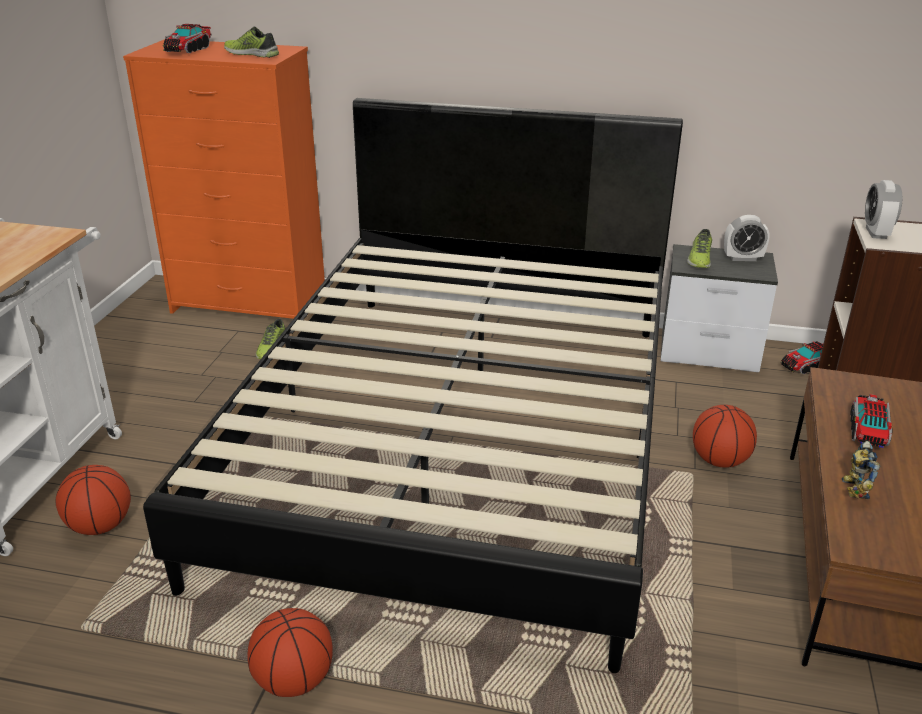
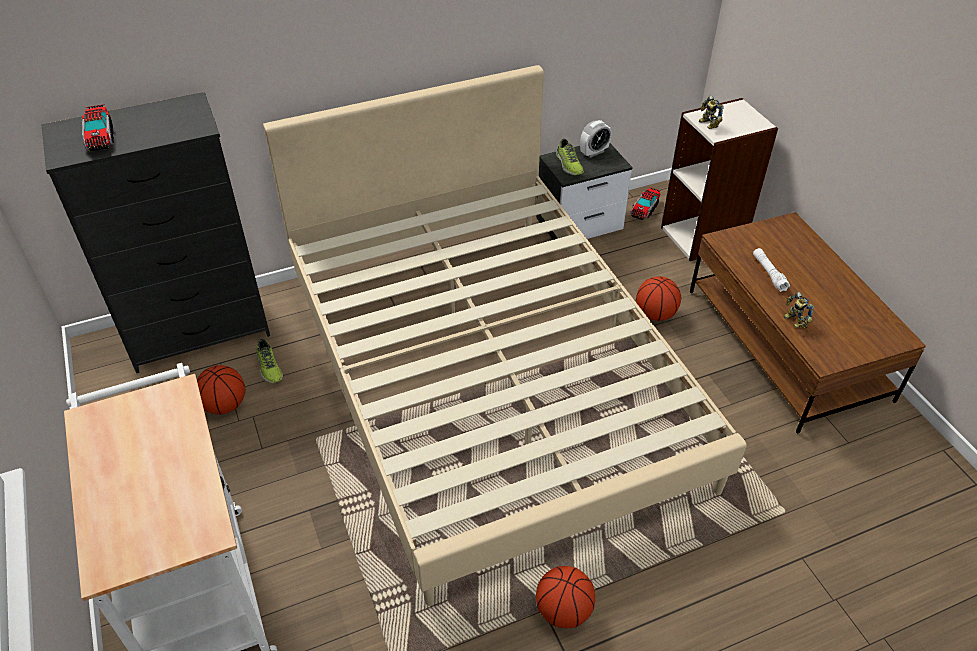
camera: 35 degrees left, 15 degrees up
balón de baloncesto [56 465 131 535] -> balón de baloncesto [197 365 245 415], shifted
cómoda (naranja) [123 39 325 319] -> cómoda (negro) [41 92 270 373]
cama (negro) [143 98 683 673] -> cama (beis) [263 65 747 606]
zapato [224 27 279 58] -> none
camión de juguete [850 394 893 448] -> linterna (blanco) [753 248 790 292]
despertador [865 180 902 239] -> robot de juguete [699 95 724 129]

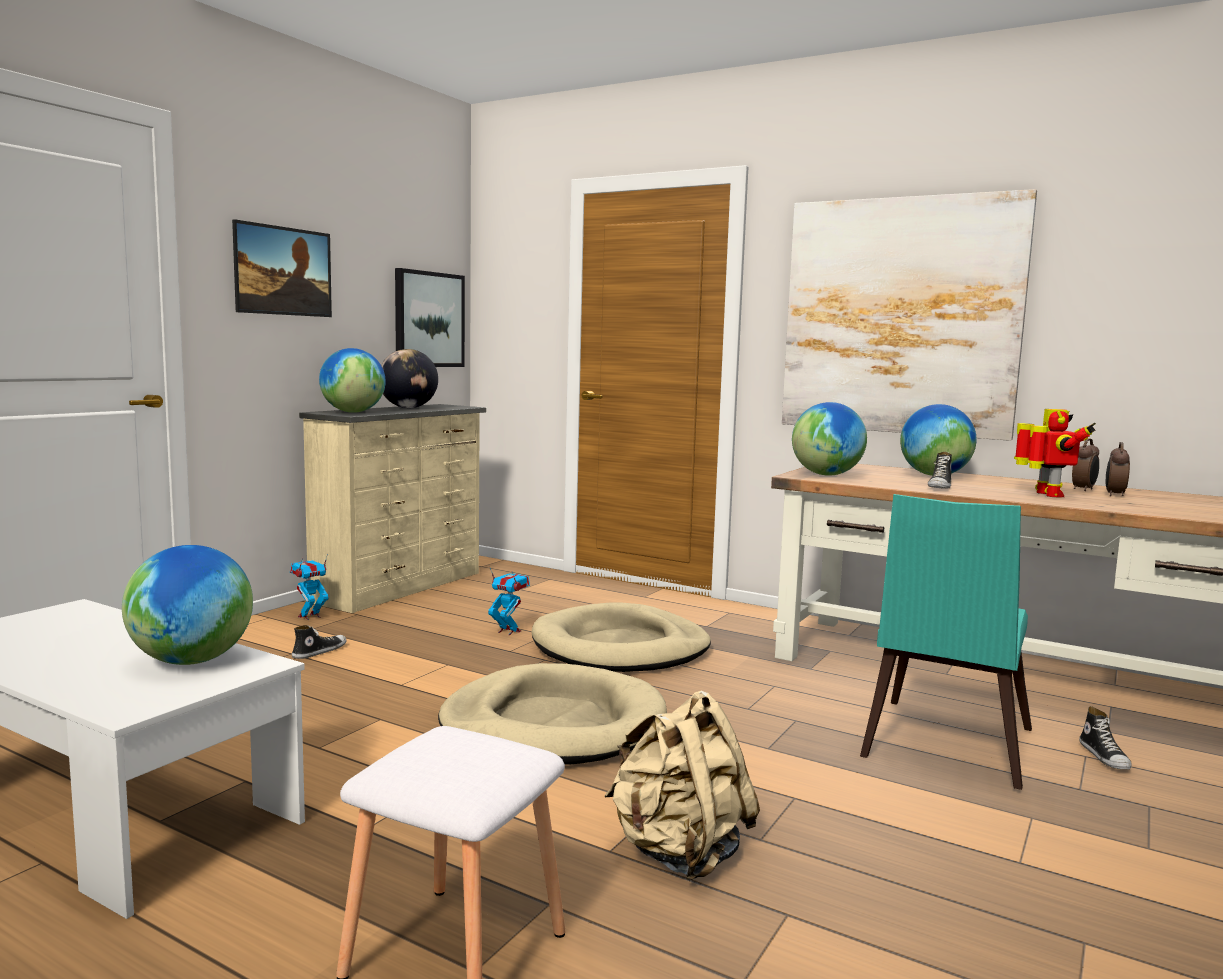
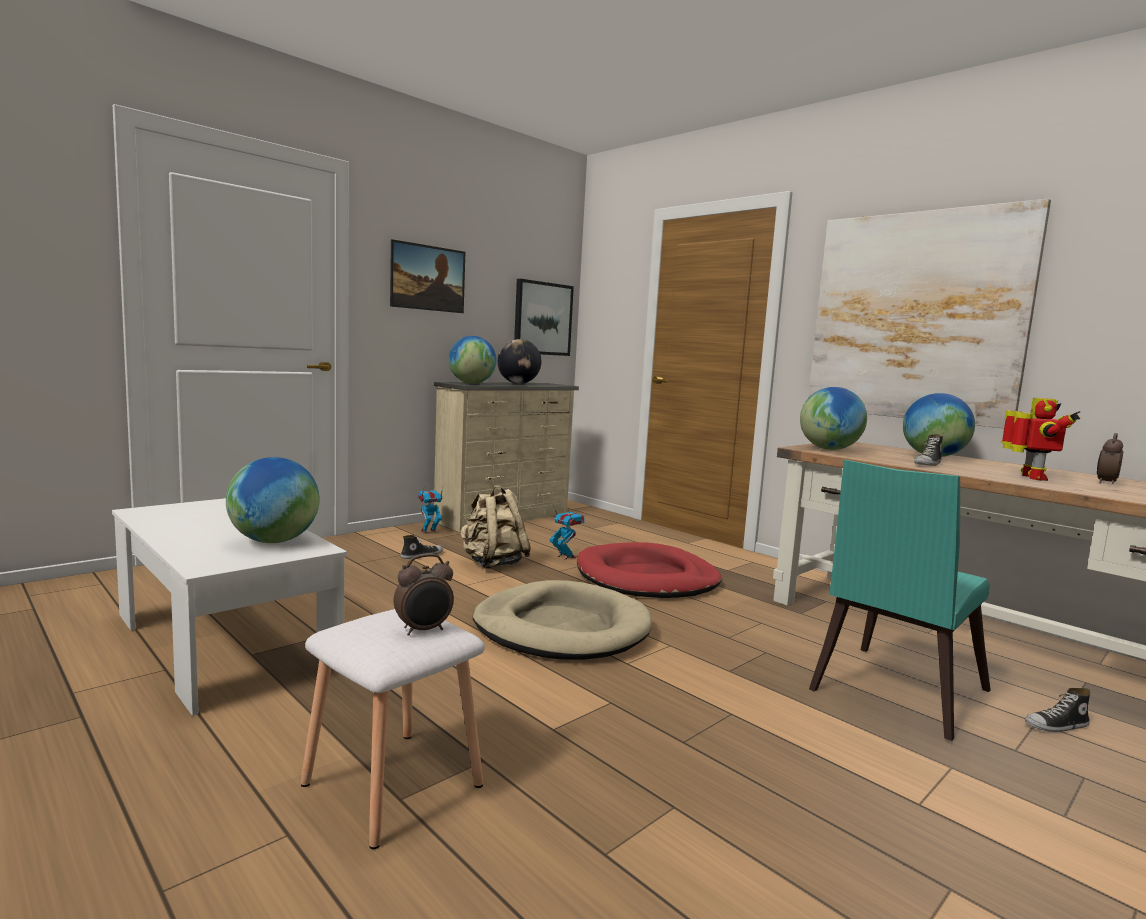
camera: 15 degrees right, 0 degrees up
cama para perro (beis) [532 603 711 672] -> cama para perro (rojo) [577 542 722 598]
mochila (beis) [605 691 760 881] -> mochila (beis) [460 485 531 569], shifted
despertador [1072 438 1099 491] -> despertador [393 554 454 636], shifted
zapato [1079 706 1132 770] -> zapato [1025 688 1091 732], 60 degrees clockwise

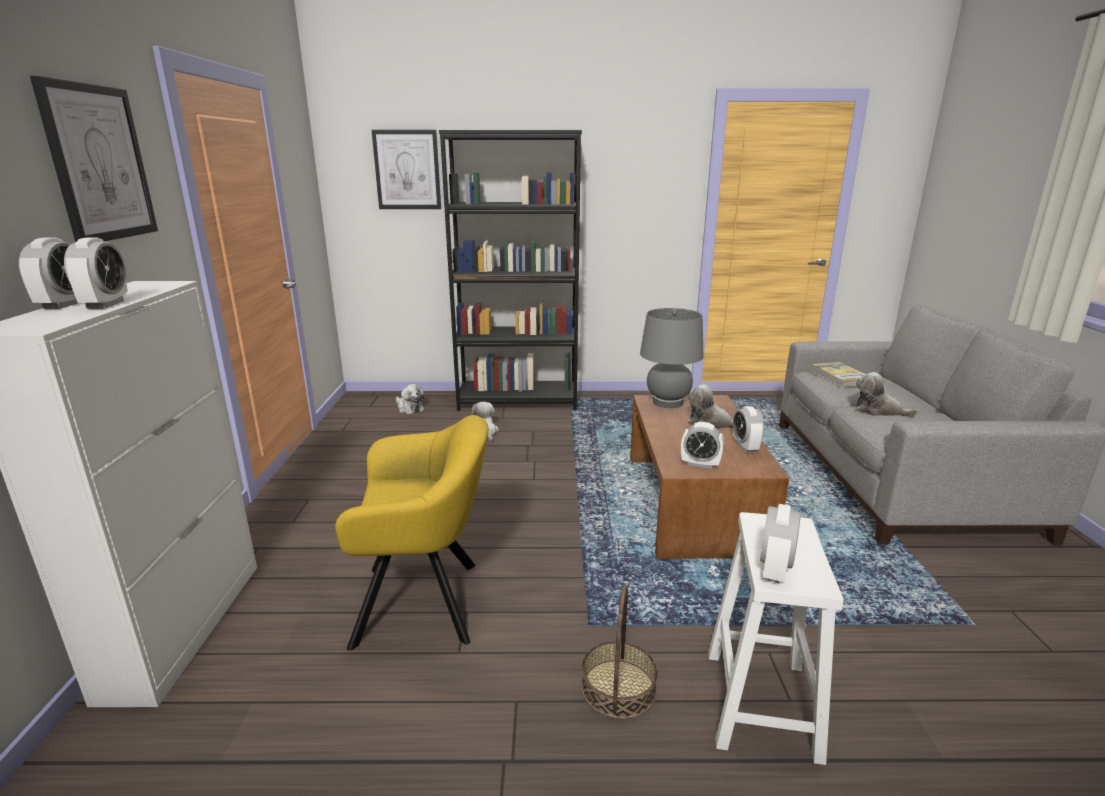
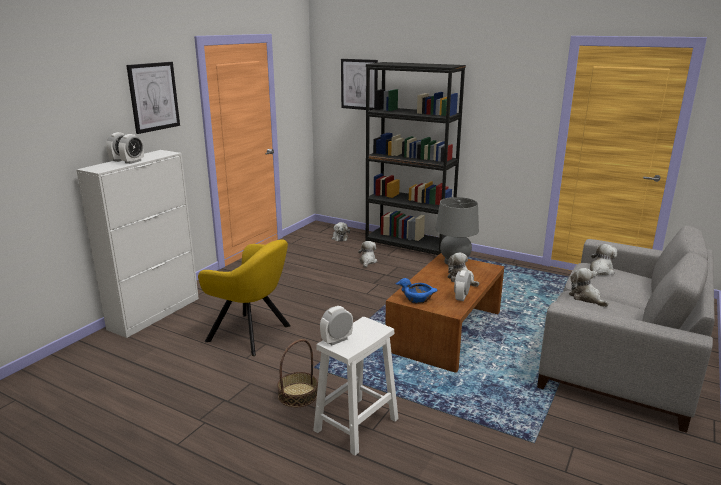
camera: 30 degrees right, 0 degrees up
despertador [681 422 724 469] -> cuenco (azul) [396 278 438 304]
libro [811 362 866 387] -> peluche [590 244 617 277]

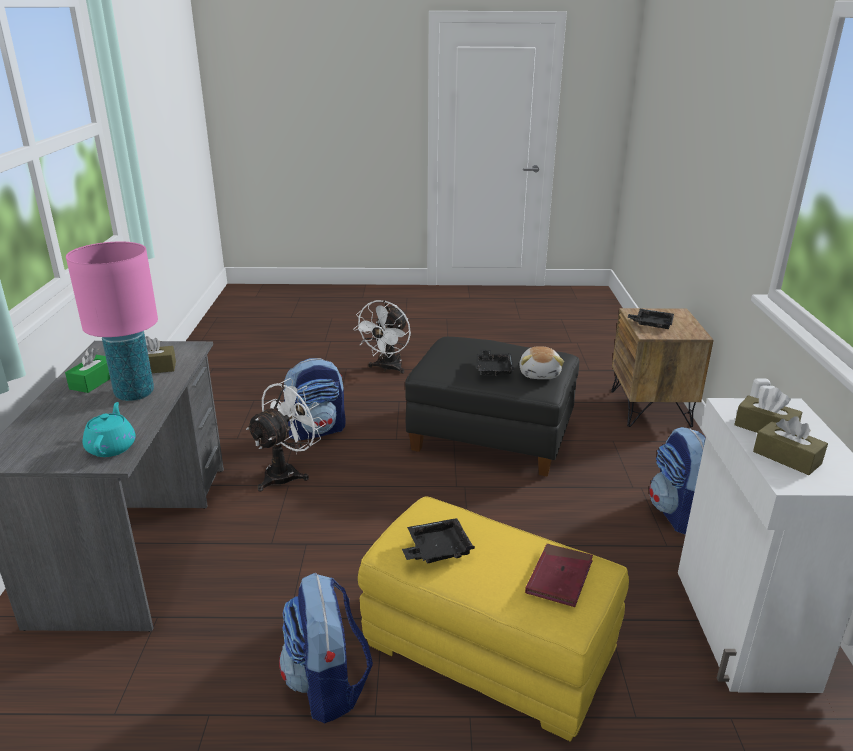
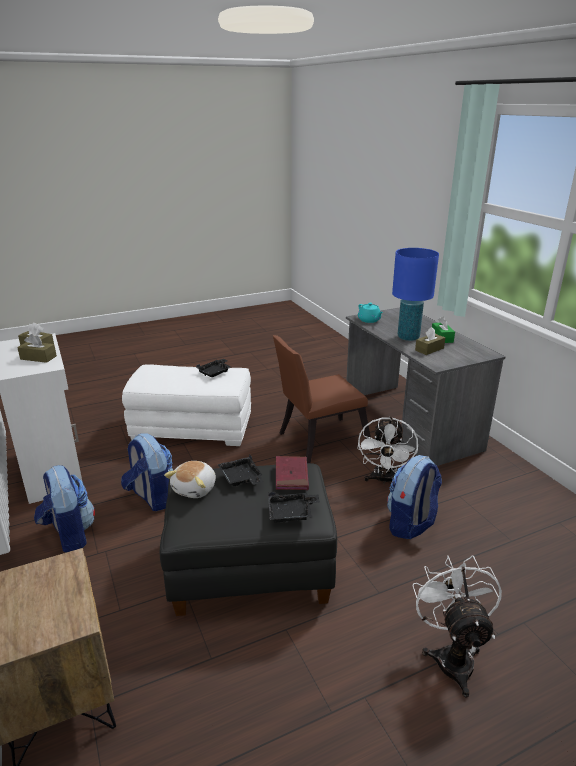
camera: 155 degrees right, 0 degrees up
lámpara de mesa (rosa) [66 242 158 401] -> lámpara de mesa (azul) [392 248 439 341]
mochila [279 572 373 723] -> mochila [121 433 174 511], shifted
puf (amarillo) [358 496 629 742] -> puf (blanco) [122 364 251 446]
peluche [519 346 564 379] -> peluche [164 461 216 498], 135 degrees counterclockwise
libro (rojo) [525 544 593 607] -> libro (rojo) [276 456 309 490], shifted
bandeja (negro) [627 309 674 329] -> bandeja (negro) [268 492 320 523], shifted
none -> silla (marrón) [273 335 373 463]

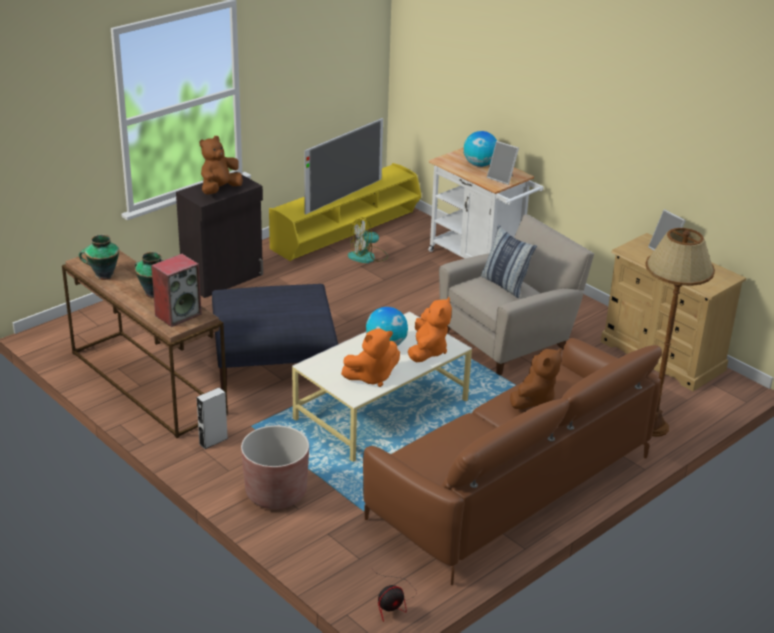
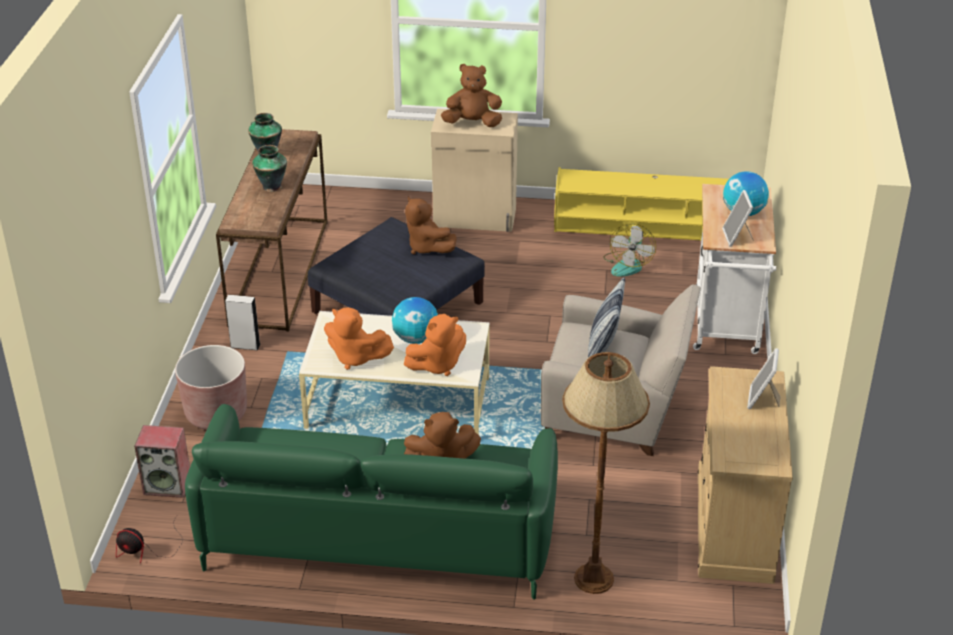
camera: 50 degrees right, 5 degrees up
altavoz [151 254 202 327] -> altavoz [134 425 190 498], shifted
armario (negro) [176 172 263 298] -> armario (beis) [431 109 518 232]
televisor [304 118 383 214] -> none
ventilador [348 217 388 263] -> ventilador [604 224 656 277], 105 degrees counterclockwise
sofá (marrón) [363 338 662 585] -> sofá (verde) [185 404 558 600]
none -> peluche (marrón) [405 196 457 254]

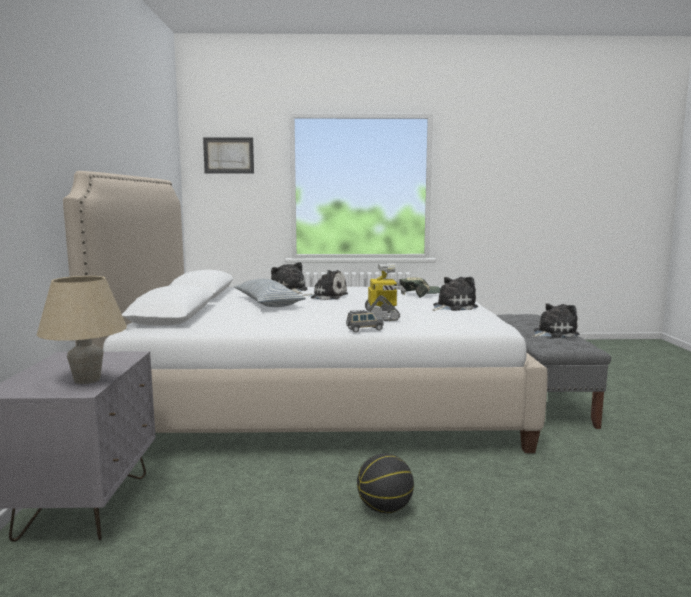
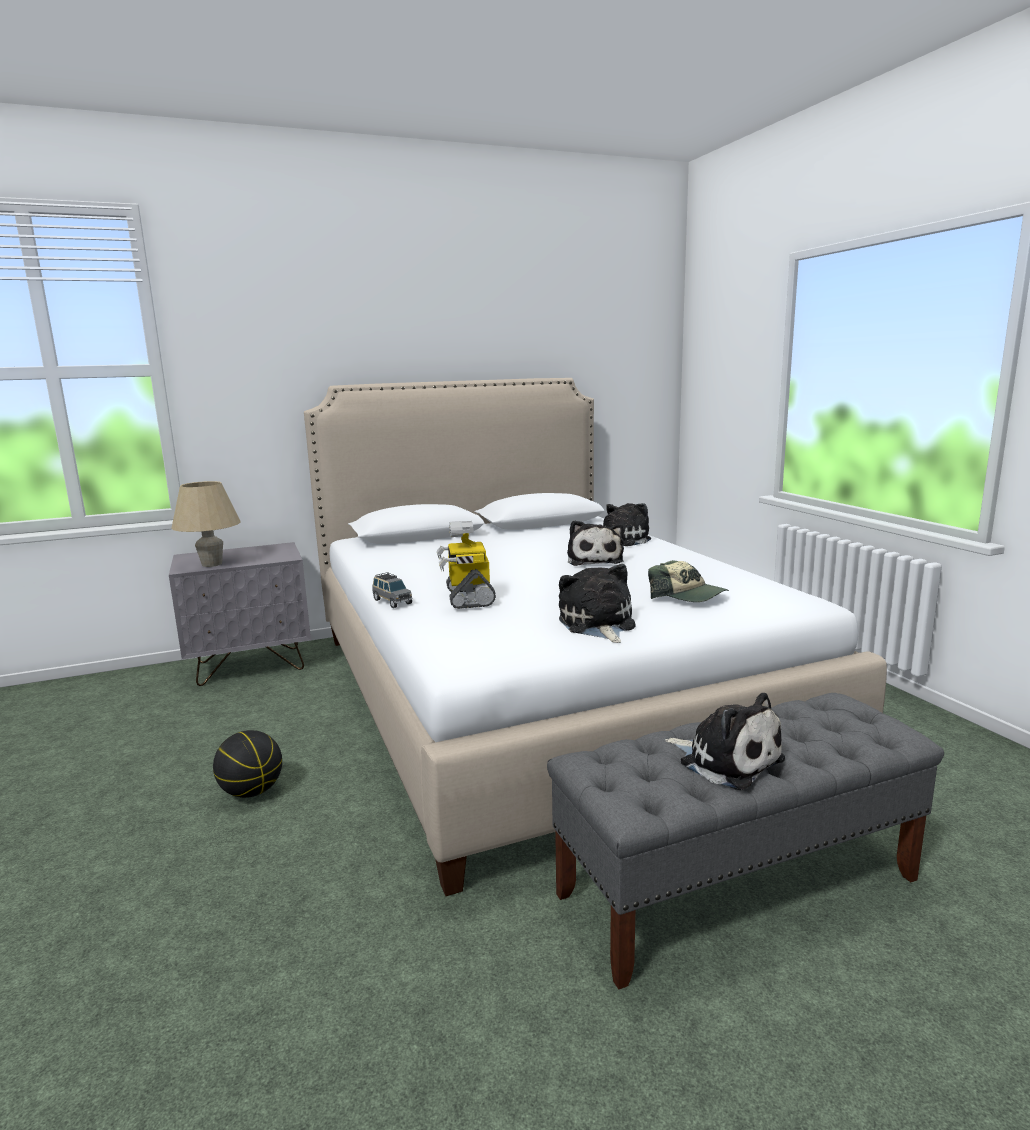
camera: 70 degrees right, 5 degrees up
cuadro [203 137 254 174] -> none
cojín [234 279 306 307] -> none
robot de juguete [365 263 406 321] -> robot de juguete [437 521 496 609], 105 degrees clockwise
peluche [432 277 478 311] -> peluche [559 564 635 643], 135 degrees counterclockwise

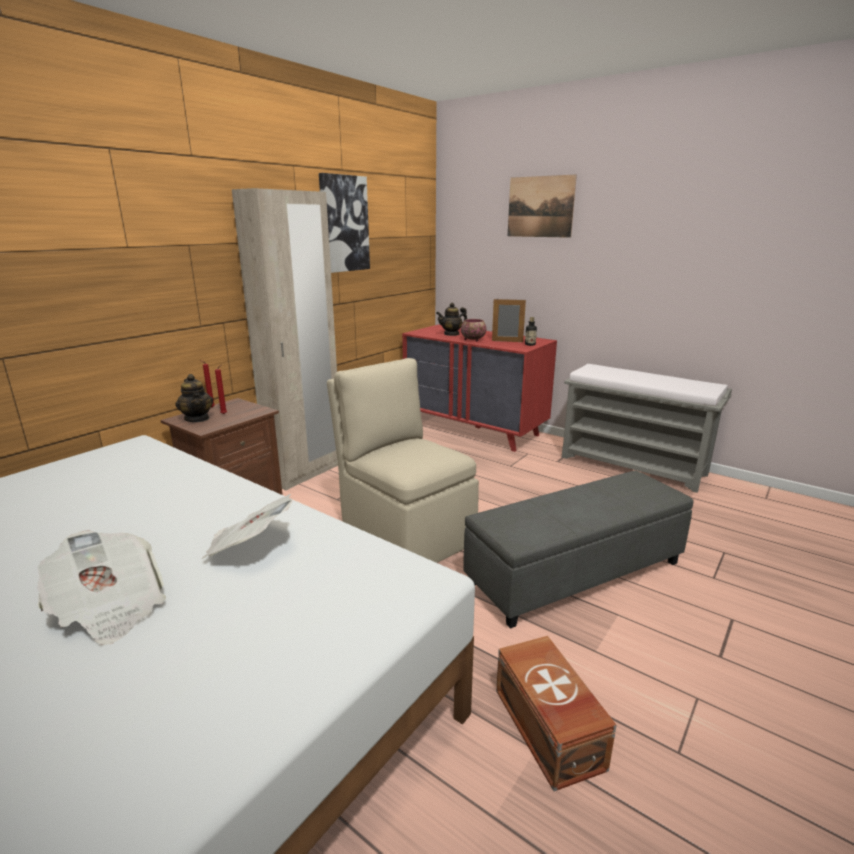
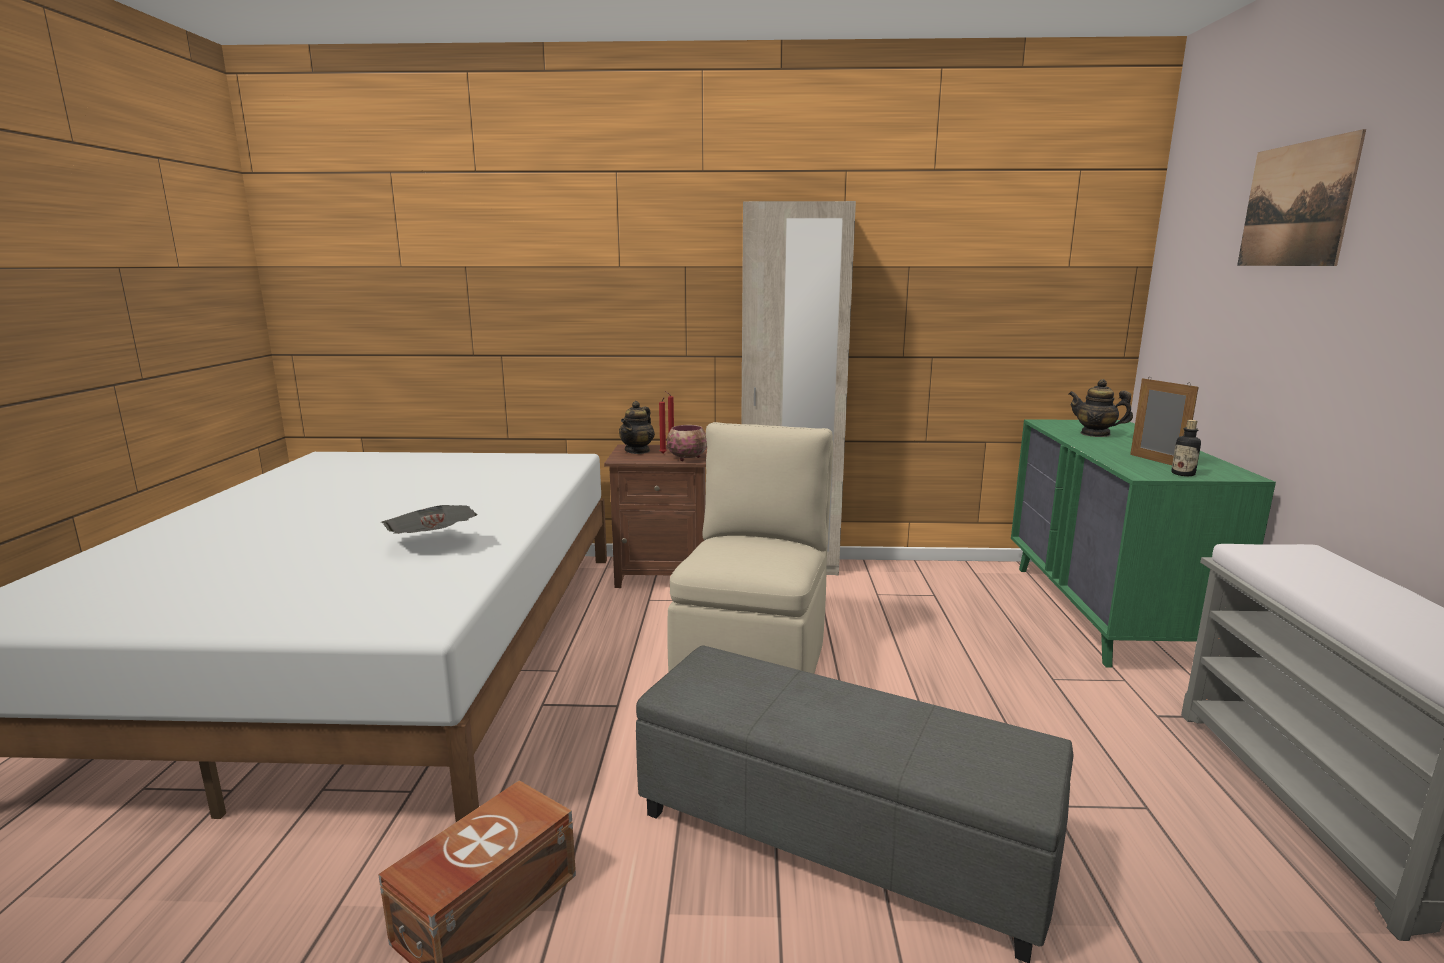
camera: 55 degrees right, 5 degrees down
periódico [37 530 166 645] -> none
cuadro [319 173 370 273] -> none
cómoda (rojo) [402 324 557 452] -> cómoda (verde) [1011 419 1276 668]
cuenco [461 319 486 341] -> cuenco [667 425 707 461], shifted

